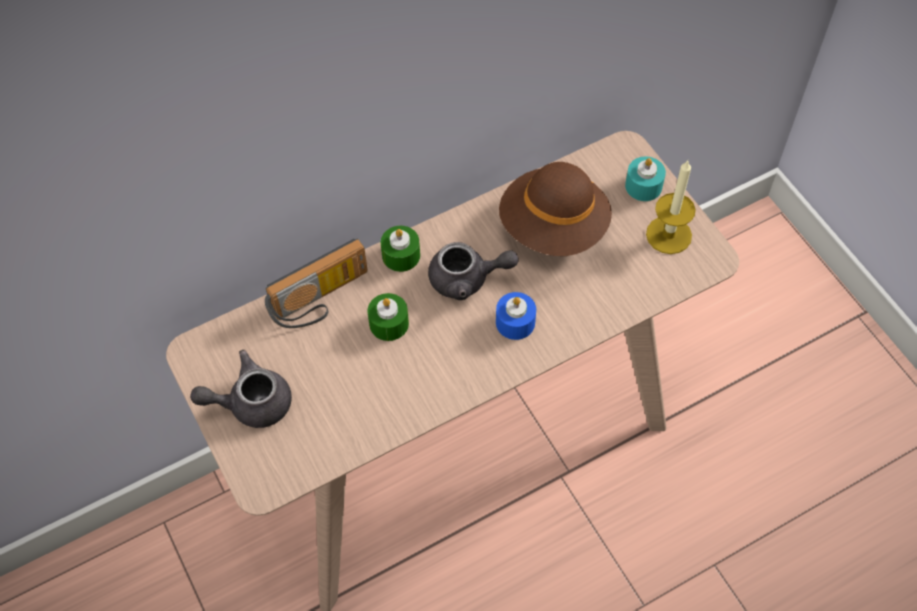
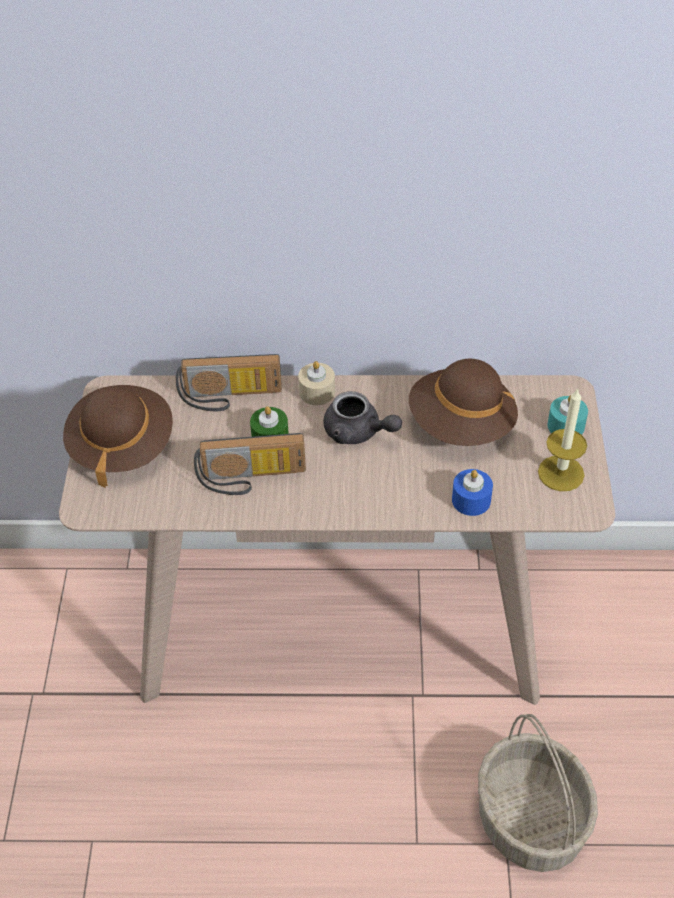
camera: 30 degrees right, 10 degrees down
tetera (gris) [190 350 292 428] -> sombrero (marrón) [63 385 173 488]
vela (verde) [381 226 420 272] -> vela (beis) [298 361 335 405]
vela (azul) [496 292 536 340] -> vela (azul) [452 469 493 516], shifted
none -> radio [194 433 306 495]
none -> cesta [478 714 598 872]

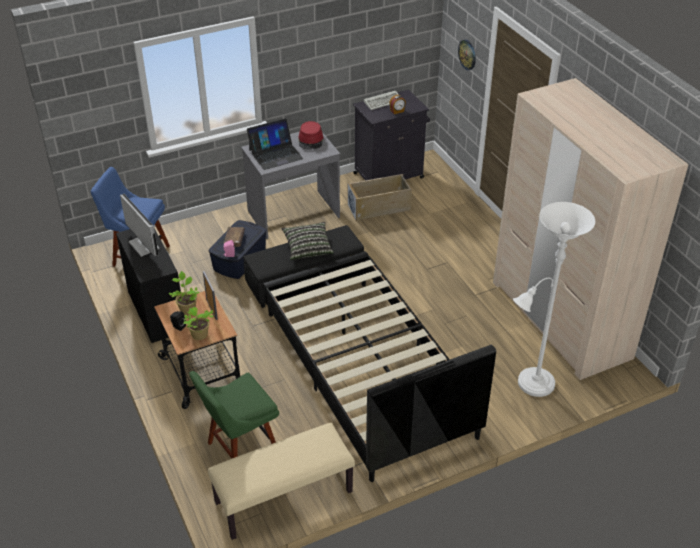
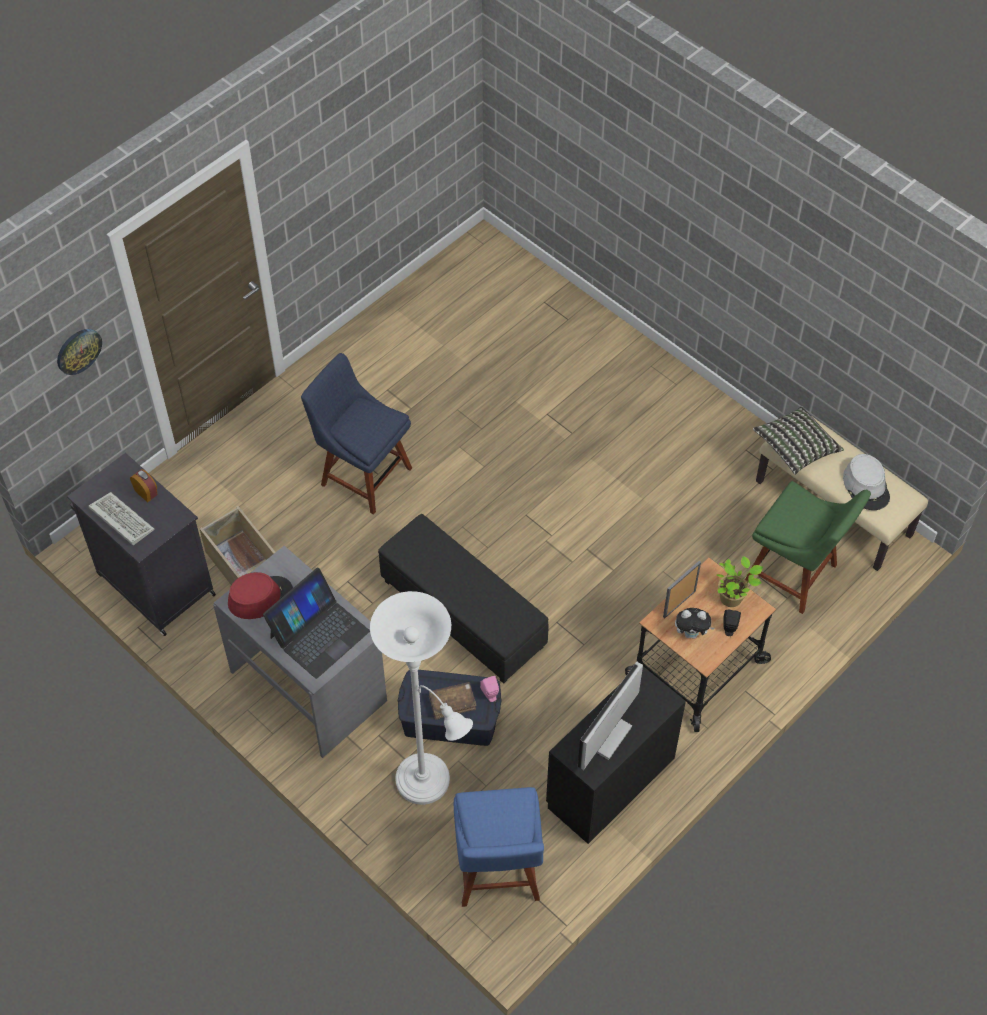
camera: 110 degrees left, 15 degrees up
planta en maceta [168 271 200 315] -> peluche [675 608 714 639]
portátil [247 118 303 170] -> portátil [263 567 370 679], 90 degrees clockwise
cama (negro) [263 251 496 482] -> none
cojín [282 222 334 260] -> cojín [753 406 844 475], shifted
armario ropero (beis) [493 78 689 380] -> none
lámpara de pie (blanco) [513 202 595 397] -> lámpara de pie (blanco) [370 591 473 805], shifted
none -> silla (azul) [301 353 412 515]
none -> sombrero (gris) [843 454 890 510]

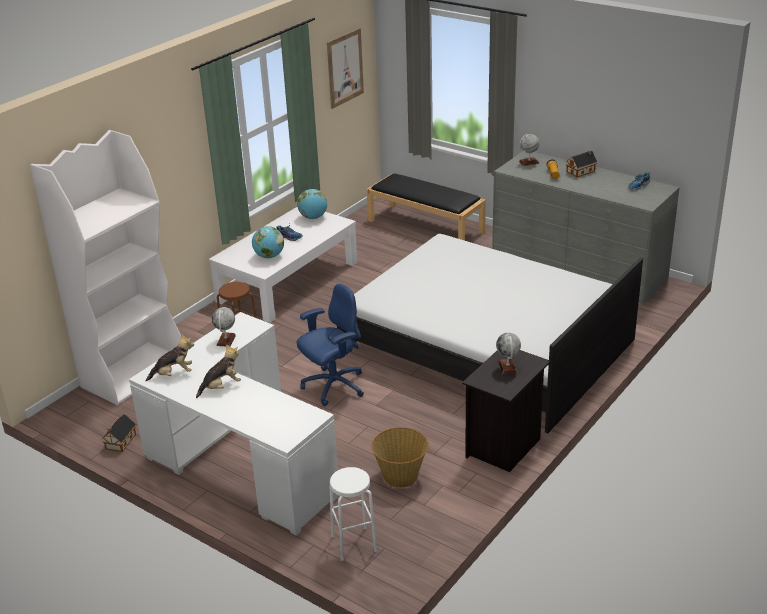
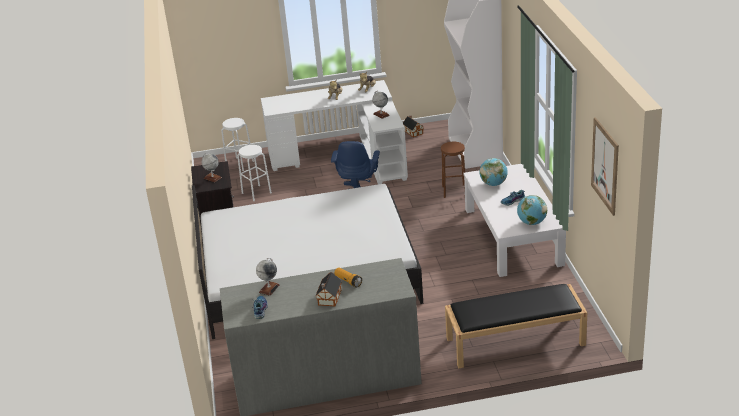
camera: 135 degrees right, 0 degrees up
cesta [371 427 429 488] -> taburete (blanco) [237 145 272 201]
globo terráqueo [519 134 539 166] -> globo terráqueo [256 258 280 296], shifted

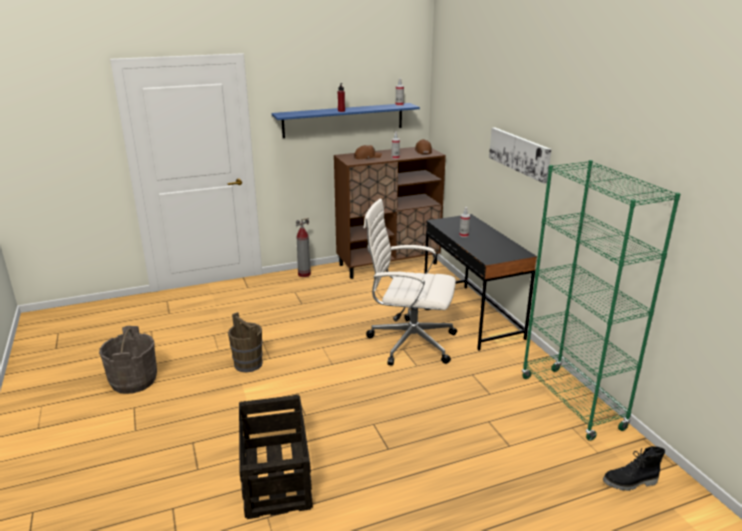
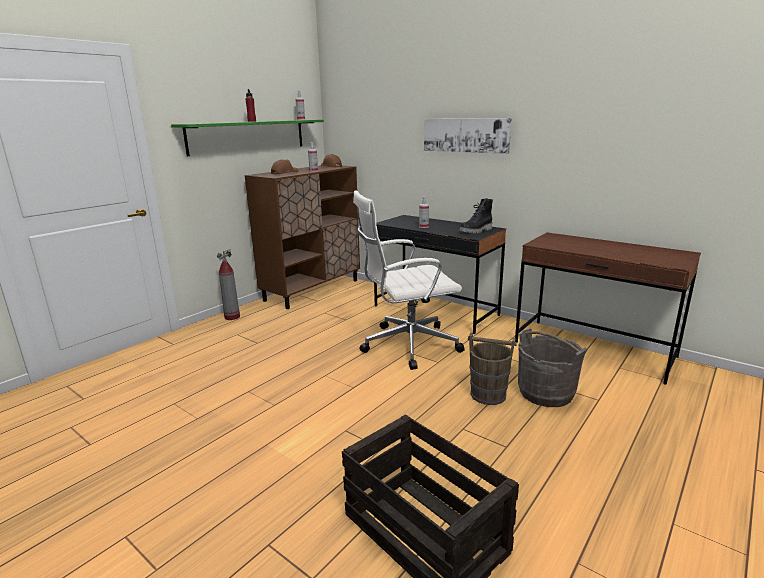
camera: 30 degrees left, 5 degrees down
cubo (gris) [99 326 157 394] -> cubo (gris) [518 329 587 407], shifted
cubo (marrón) [228 312 263 372] -> cubo (marrón) [468 332 517 405], shifted
estante (azul) [272 103 420 138] -> estante (verde) [171 120 324 156]
estantería (verde) [522 160 681 441] -> escritorio (marrón) [515 233 701 385]
bota (negro) [603 446 665 491] -> bota (negro) [459 198 493 233], shifted

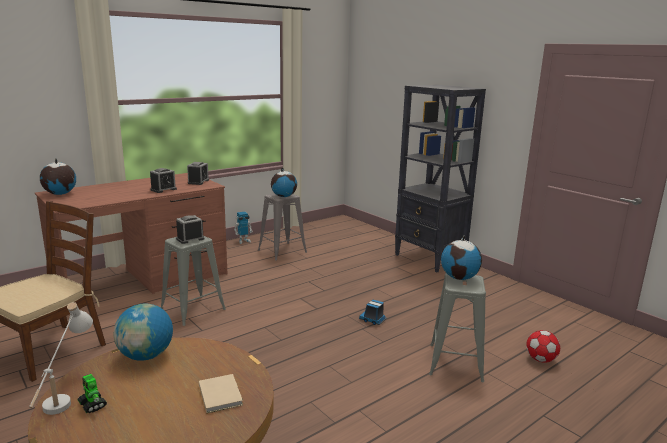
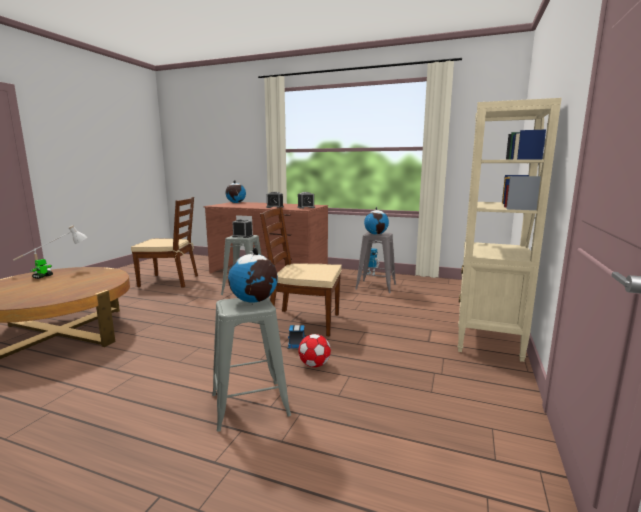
camera: 60 degrees right, 5 degrees down
globo terráqueo [113 303 173 361] -> none
libro (beis) [199 374 243 413] -> none
estantería (negro) [395 85 486 273] -> estantería (beis) [458 98 562 362]
balón de fútbol [526 330 560 363] -> balón de fútbol [298 334 331 367], shifted
none -> silla (marrón) [260 207 342 337]

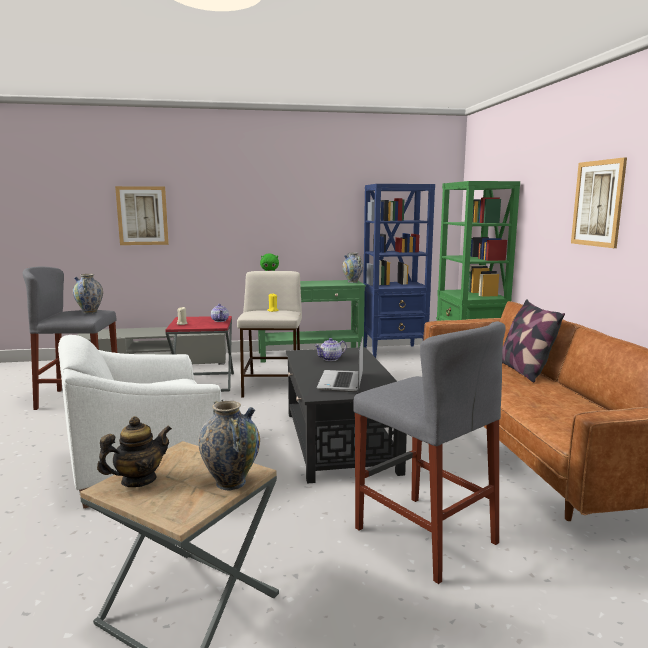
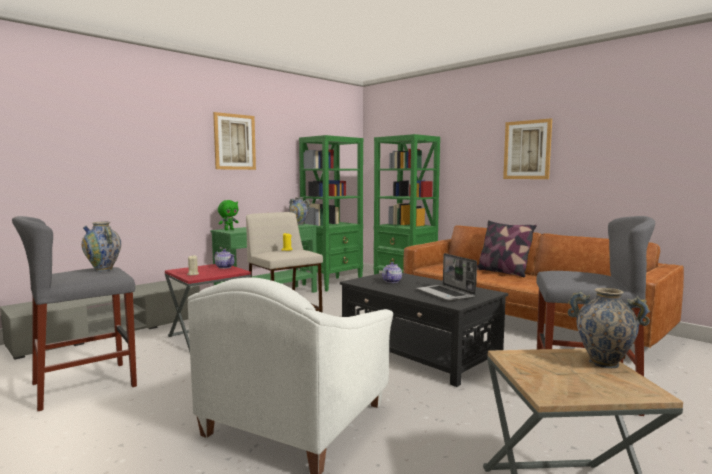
camera: 35 degrees left, 5 degrees down
tetera [97 416 172 487] -> none
cuadro [115 186 169 245] -> cuadro [213 112 256 170], shifted
estantería (azul) [363 184 435 358] -> estantería (verde) [299 135 364 292]

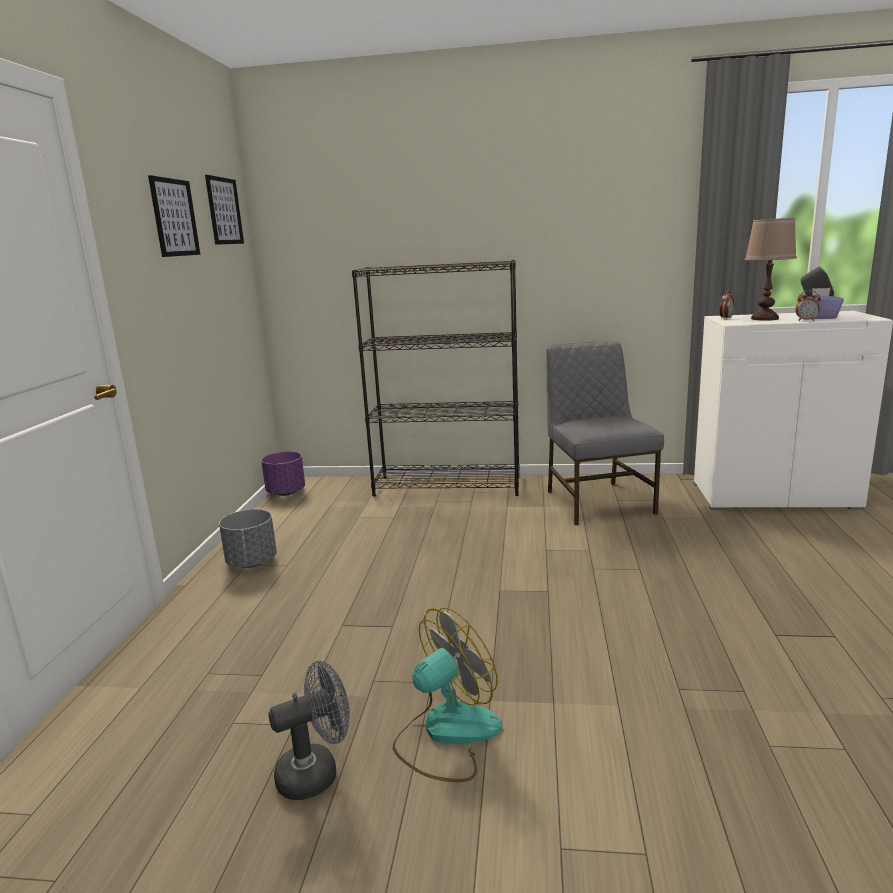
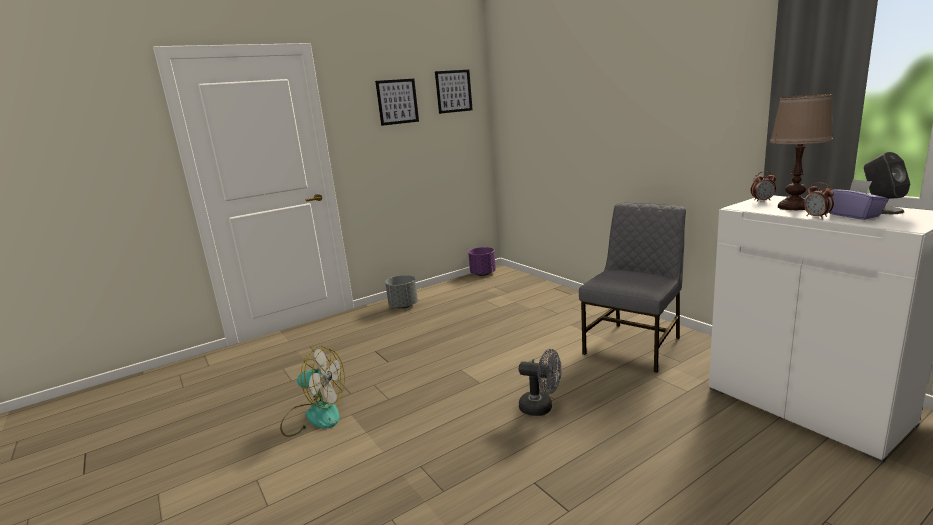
camera: 50 degrees right, 0 degrees up
ventilador (gris) [268 661 350 800] -> ventilador (gris) [519 349 562 416], shifted
estantería (negro) [352 260 520 496] -> none

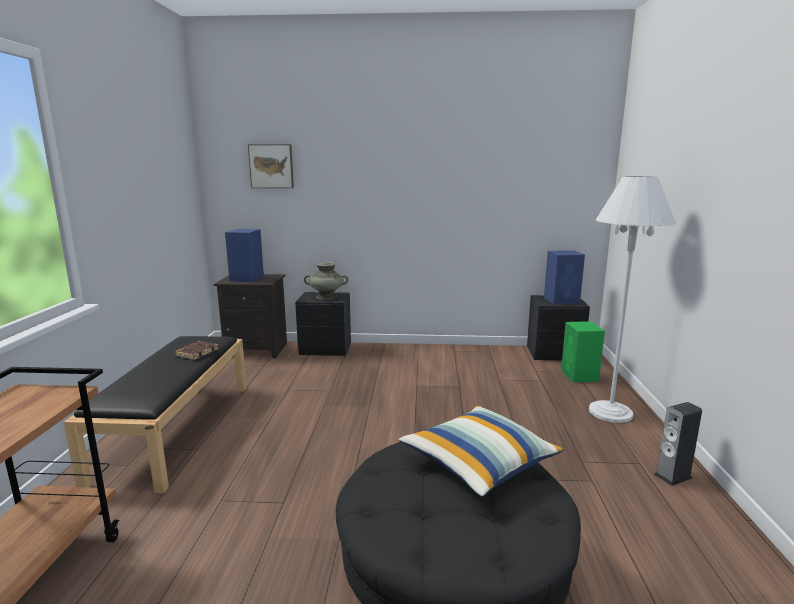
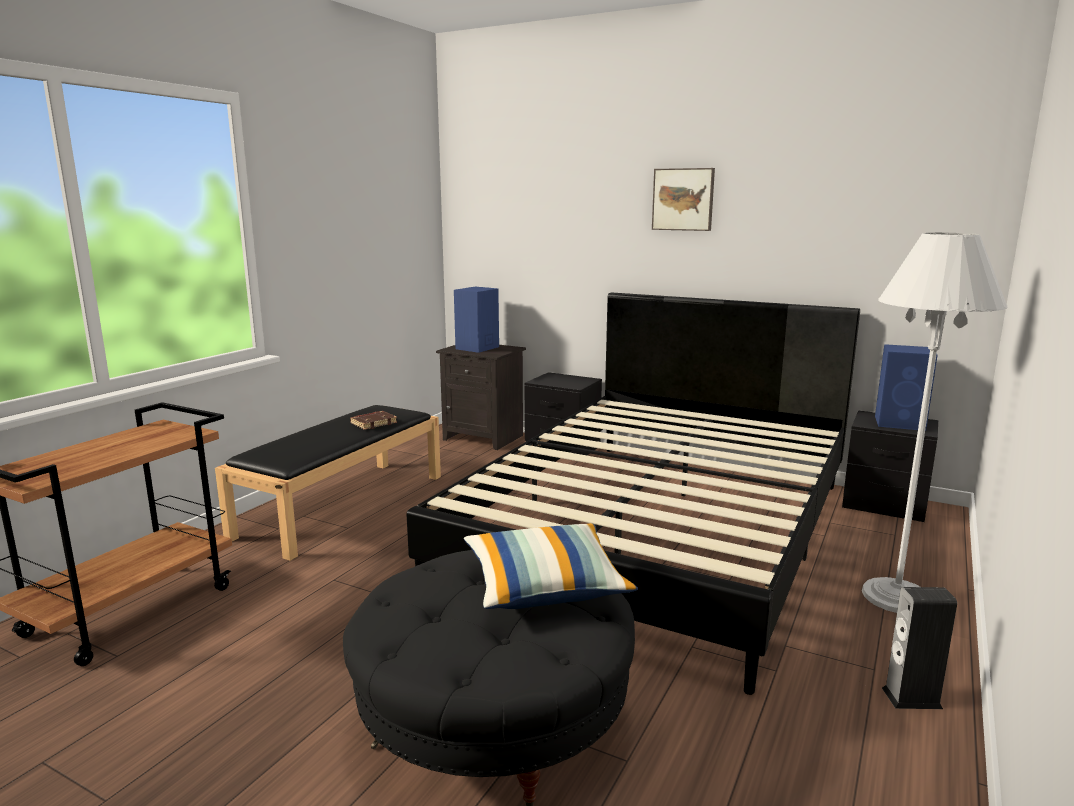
camera: 25 degrees right, 0 degrees up
cuadro [248 144 294 188] -> cuadro [652 168 715 231], shifted
florero (turquesa) [304 262 348 300] -> none
altavoz (verde) [561 321 605 383] -> none
none -> cama (negro) [406 292 860 695]

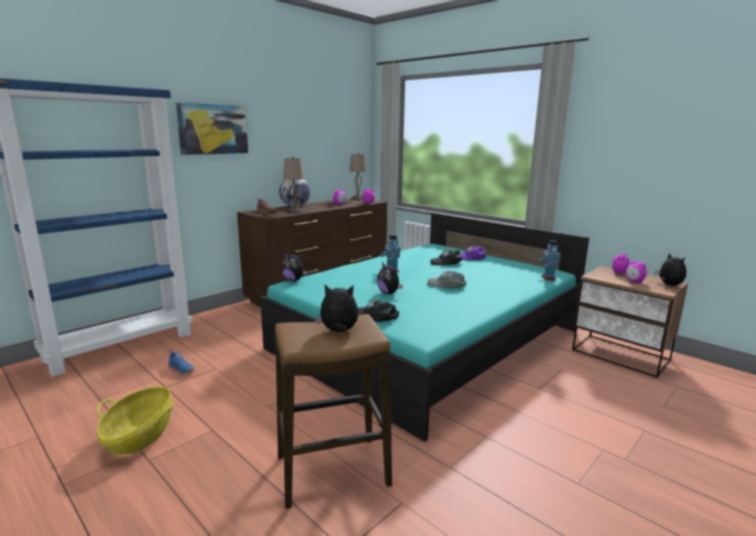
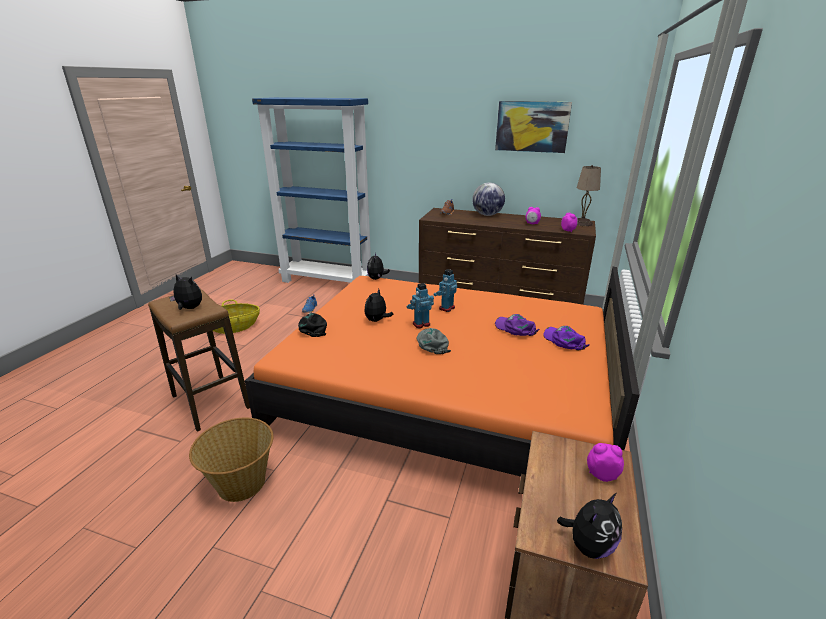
camera: 65 degrees right, 10 degrees up
cuadro [176 103 248 155] -> cuadro [495 101 572 153], shifted
cama (turquesa) [260 213 589 442] -> cama (naranja) [245 267 640 477]
lámpara de mesa (beis) [283 157 305 214] -> none
peluche [315 285 358 332] -> peluche [169 274 202 310], 45 degrees counterclockwise
gorra (negro) [431 250 463 266] -> gorra (morado) [495 314 539 336]
robot de juguete [538 241 560 280] -> robot de juguete [407 283 434 328], shifted
despertador [626 261 647 283] -> none
none -> cesta [189 418 273 502]

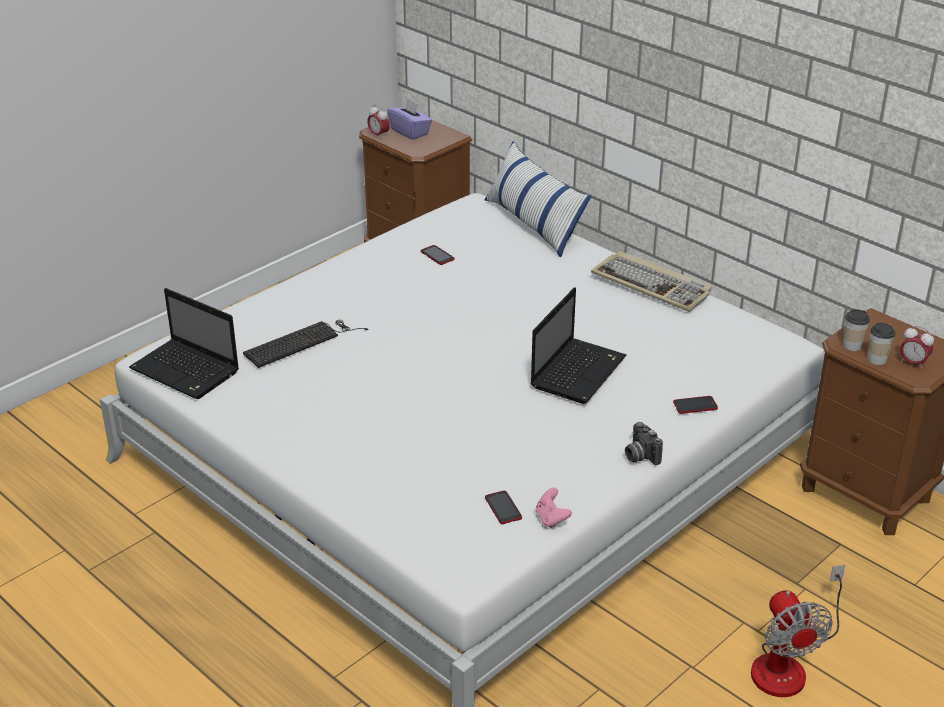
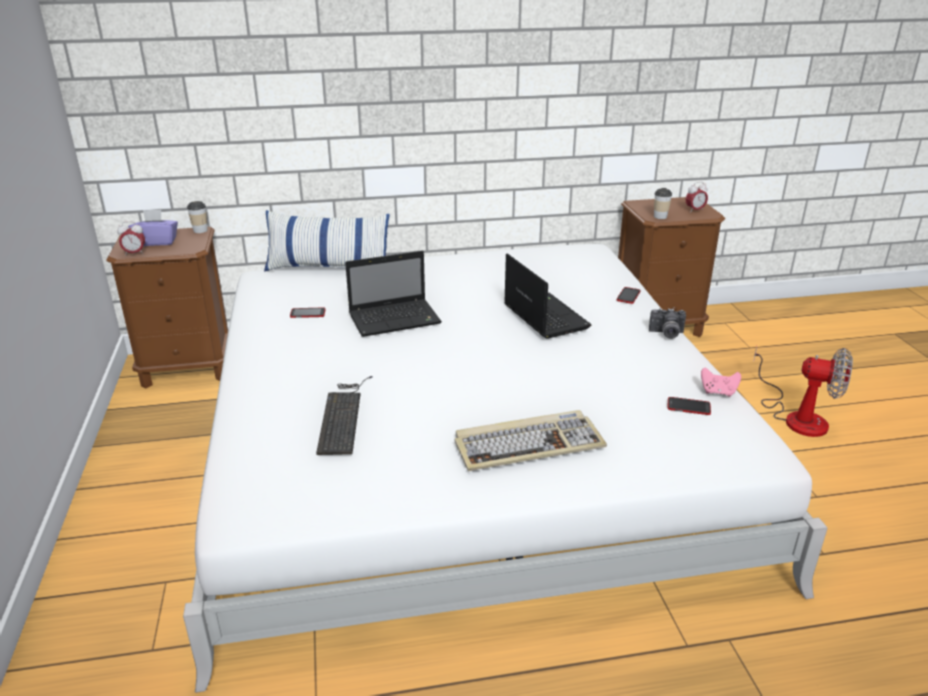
camera: 55 degrees left, 5 degrees down
portátil [129 288 239 399] -> portátil [345 251 442 337], shifted
teclado [591 251 712 312] -> teclado [455 410 607 471], shifted
taza [868 323 895 365] -> taza [187 201 208 233], shifted

